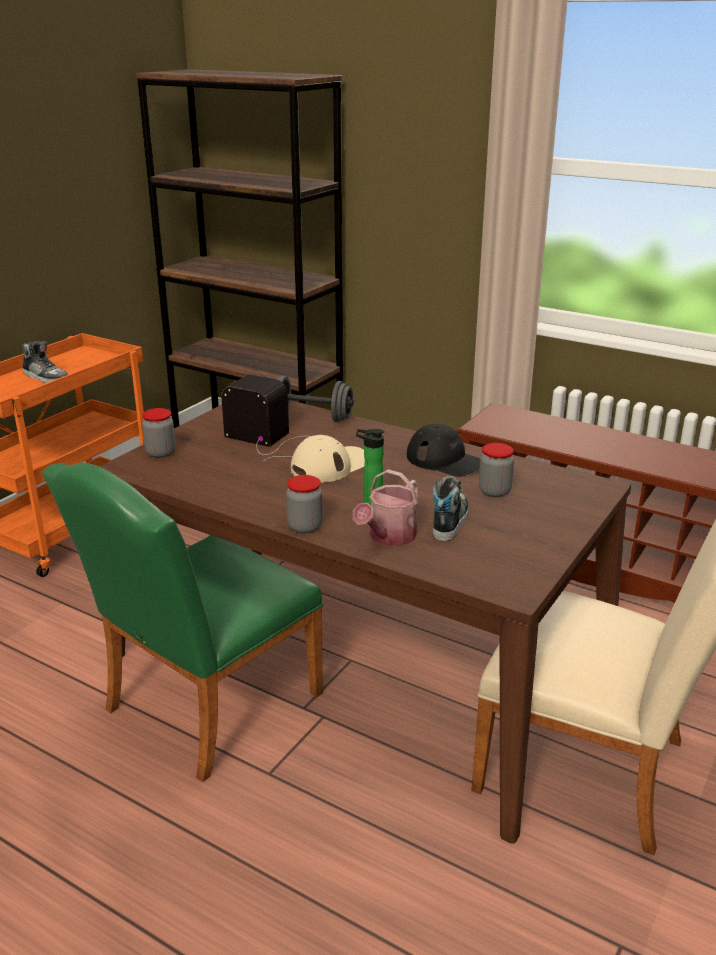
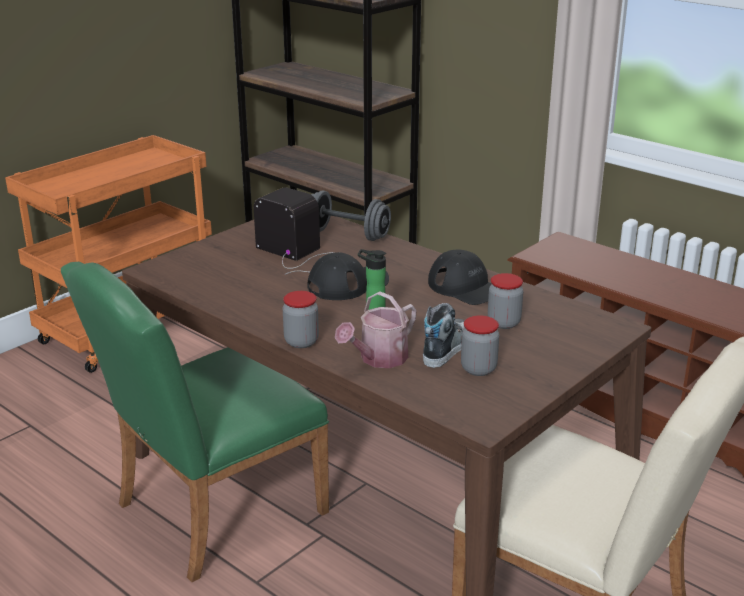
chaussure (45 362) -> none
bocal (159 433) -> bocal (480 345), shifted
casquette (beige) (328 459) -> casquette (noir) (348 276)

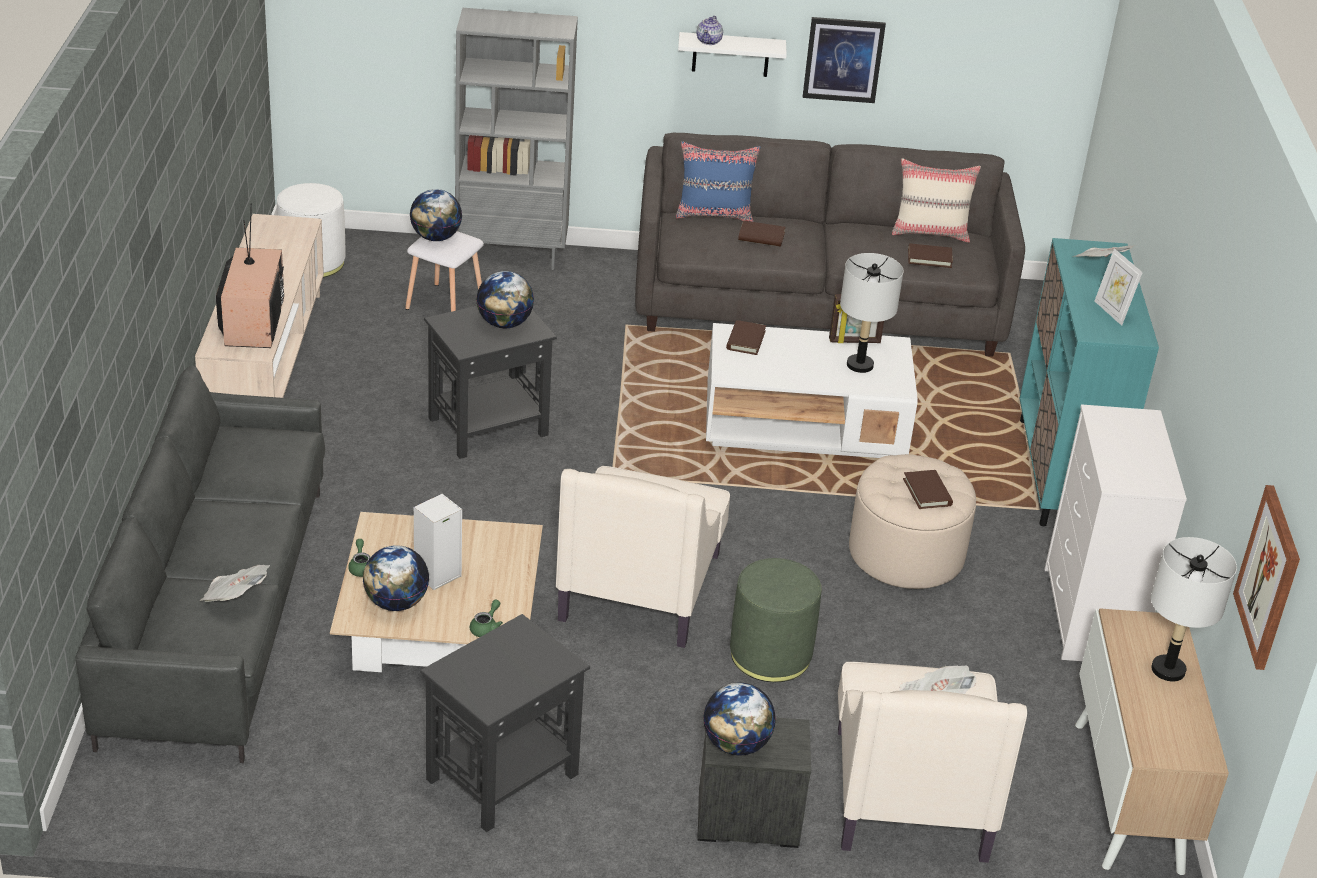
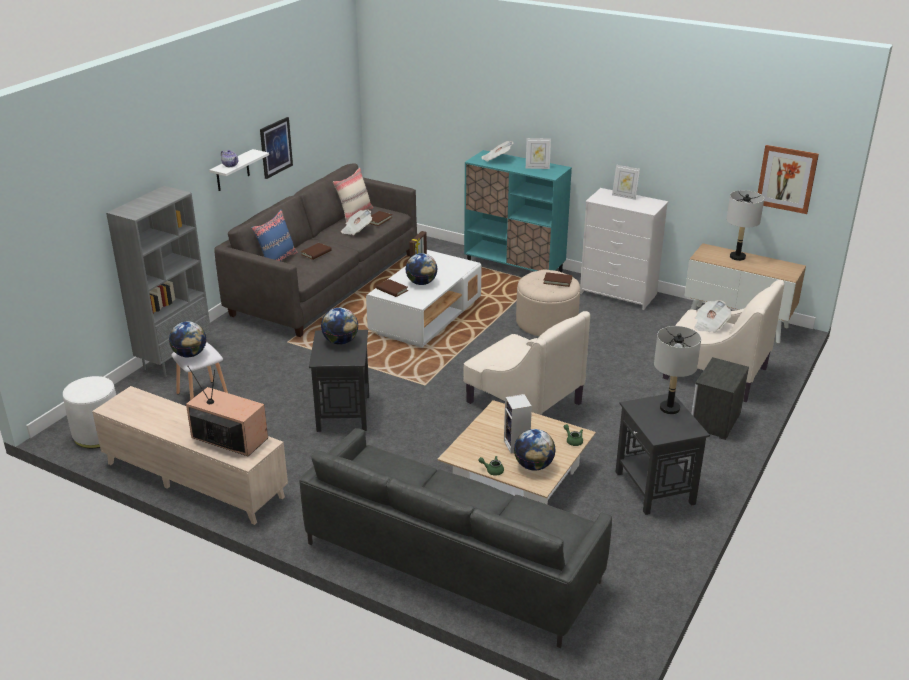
lampe de table (gris) (872 313) -> lampe de table (gris) (677 370), shifted
pouf (vert) (775 620) -> none
journal (235 583) -> journal (356 222), shifted
globe (739 719) -> globe (422 269), shifted
none -> cadre photo (626 182)

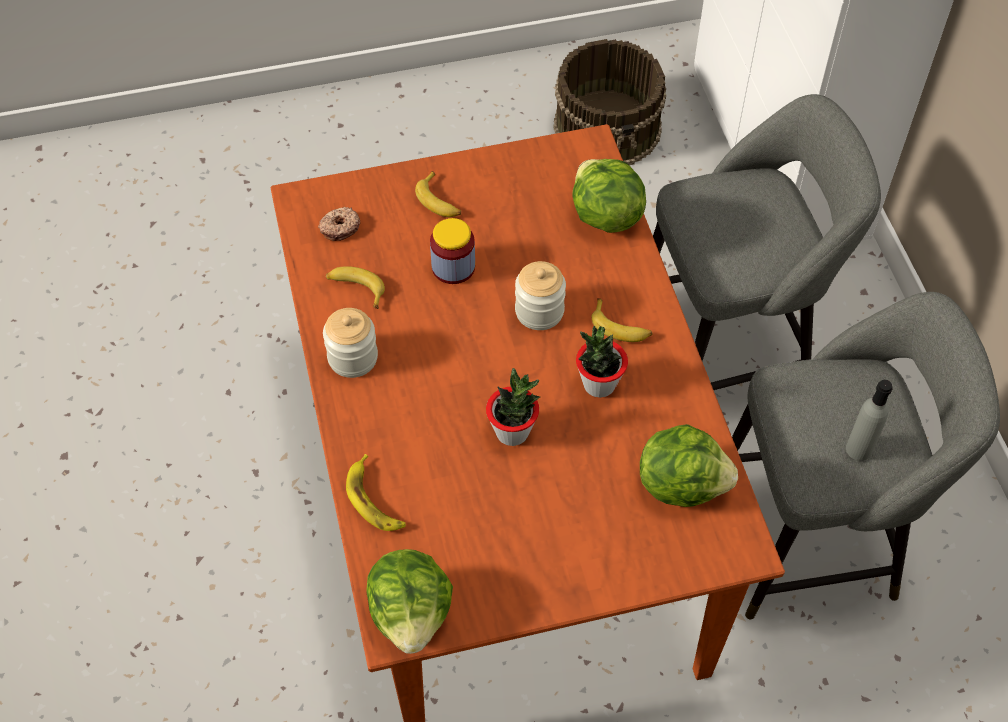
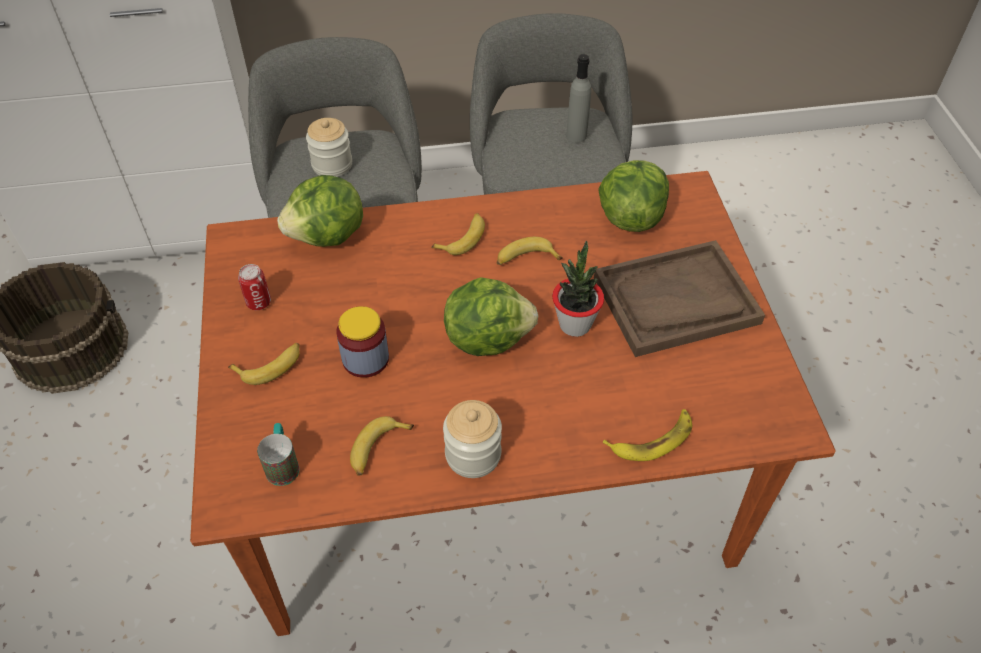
beignet (339 224) -> mug (278 454)
bocal (540 295) -> bocal (329 147), shifted
plante en pot (602 362) -> banane (530 251)
laitue (409 601) -> laitue (491 316), shifted
none -> plateau (marron) (679 298)
none -> boîte métallique (254 287)

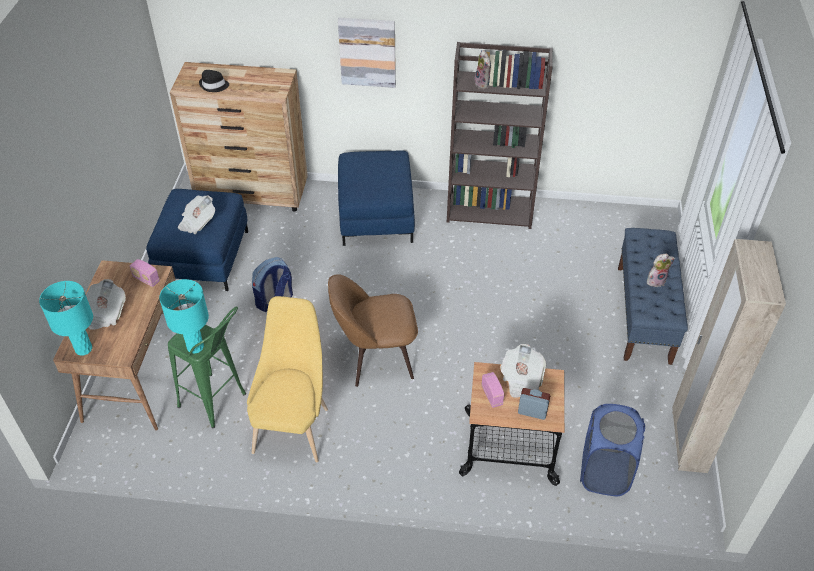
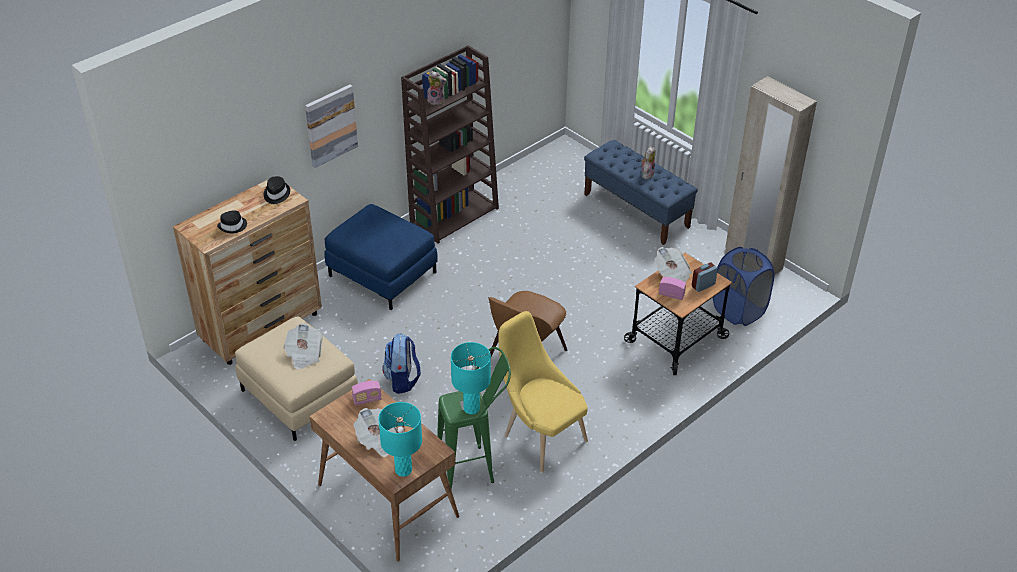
pouf (bleu) (197 240) -> pouf (beige) (296 378)
none -> chapeau (noir) (277 190)

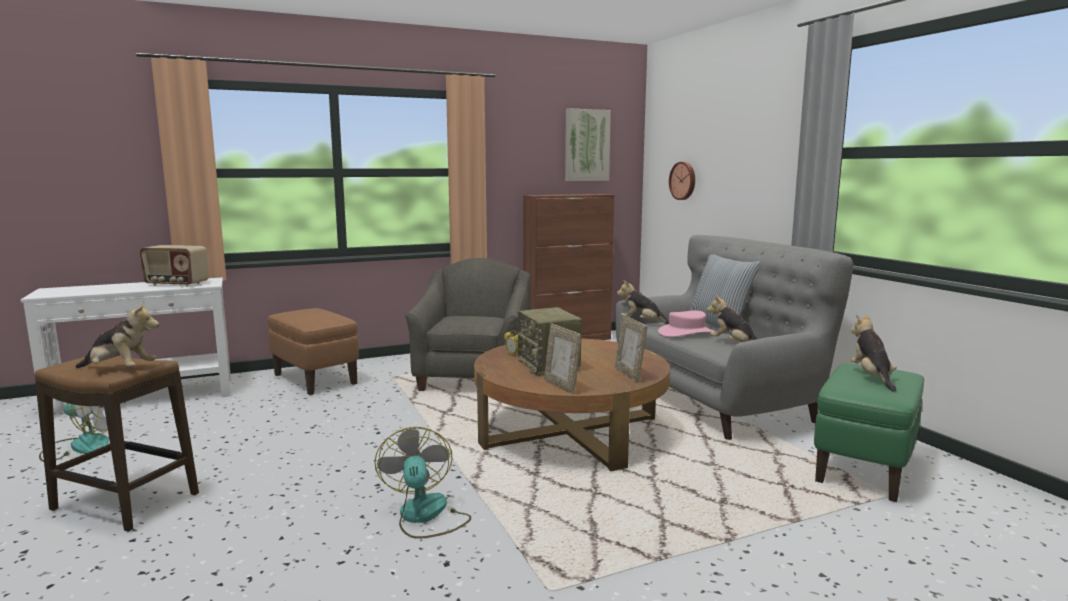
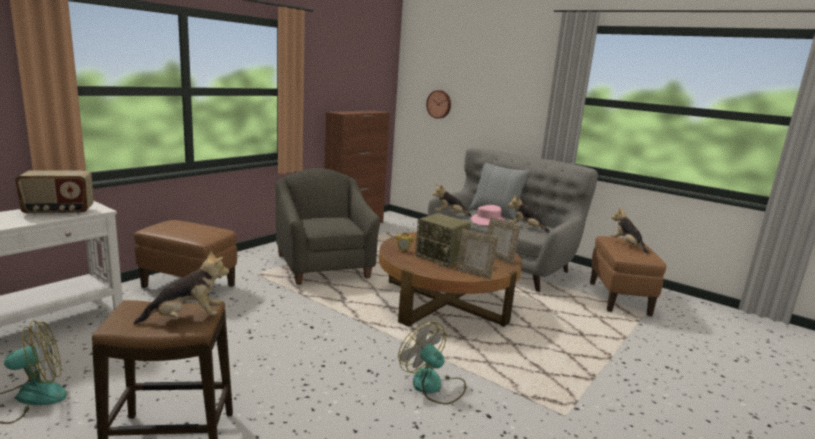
tableau (588 144) -> none
pouf (vert) (869 432) -> pouf (marron) (628 276)

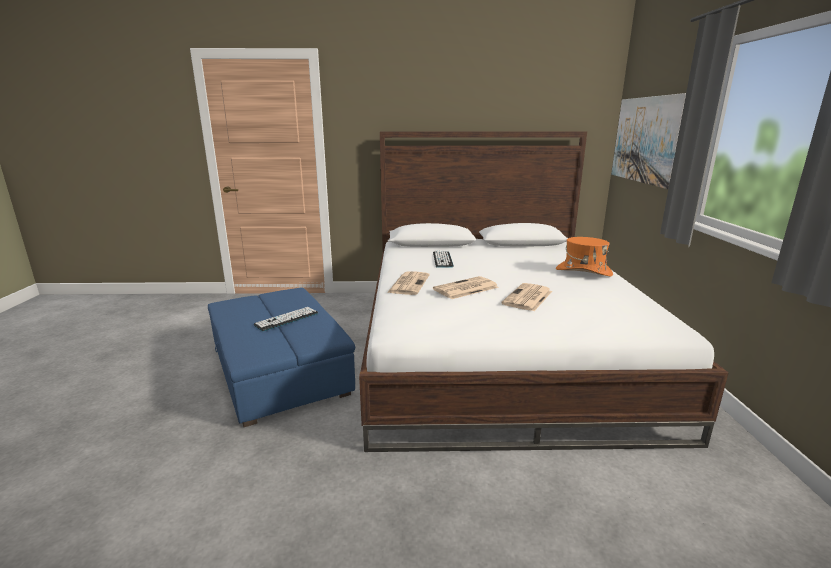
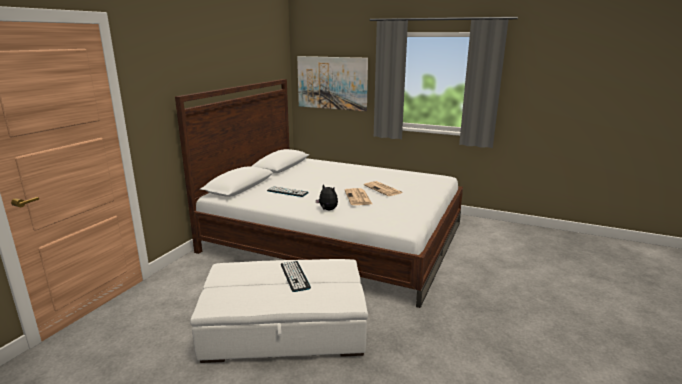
chapeau (orange) (584 256) -> none
journal (408 283) -> peluche (327 197)
pouf (bleu) (281 357) -> pouf (blanc) (279 311)

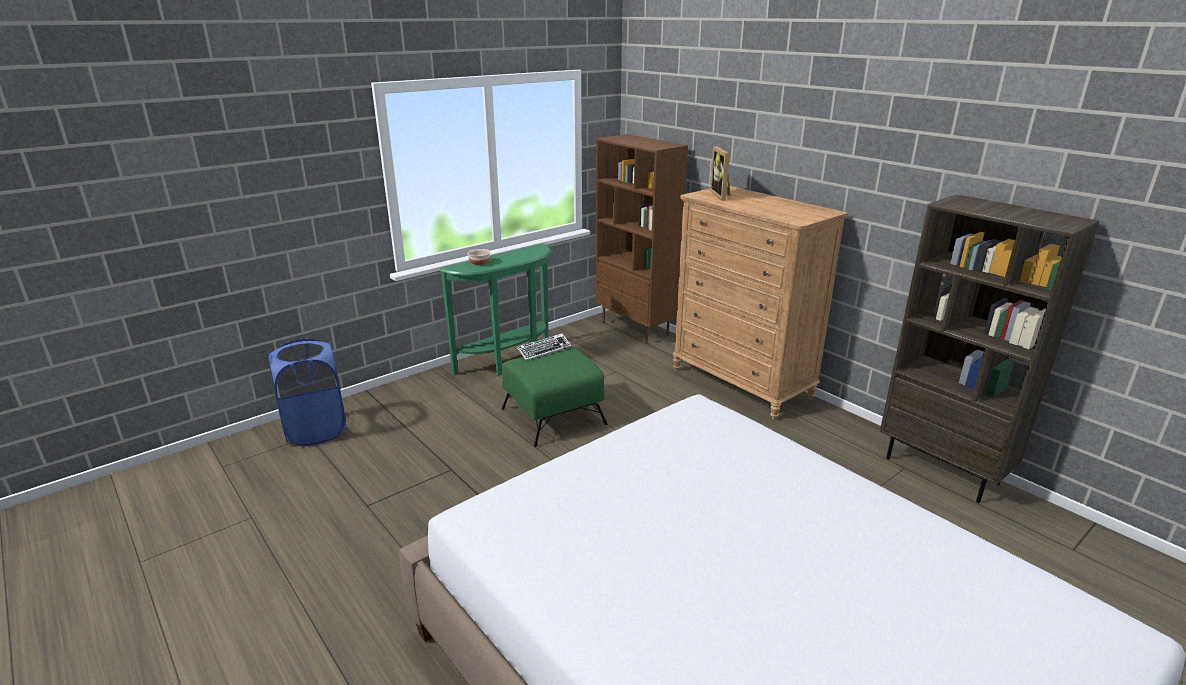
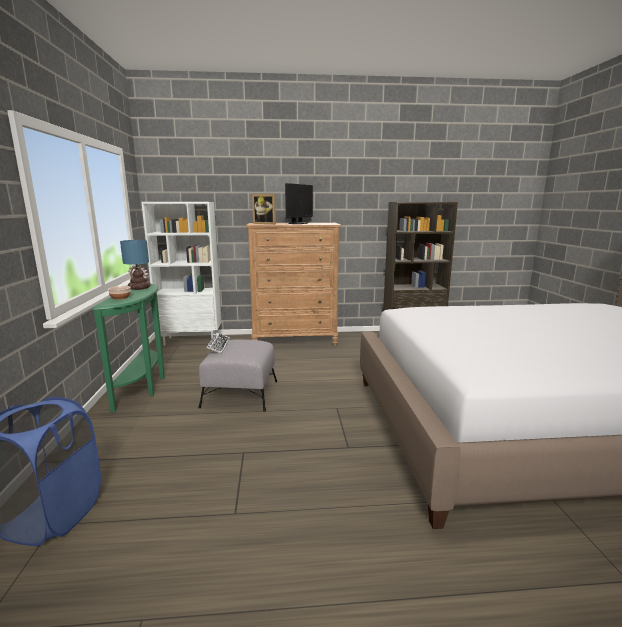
bibliothèque (marron) (642 239) -> bibliothèque (blanc) (181 274)
pouf (vert) (555 397) -> pouf (gris) (238 376)
none -> écran d'ordinateur (299 203)
none -> lampe de table (135 265)

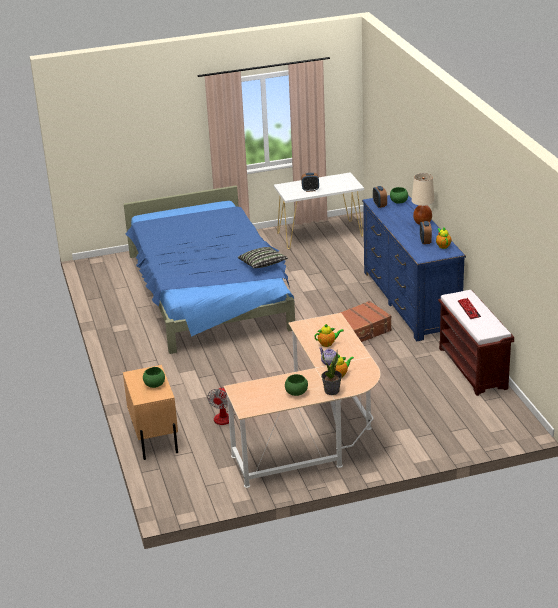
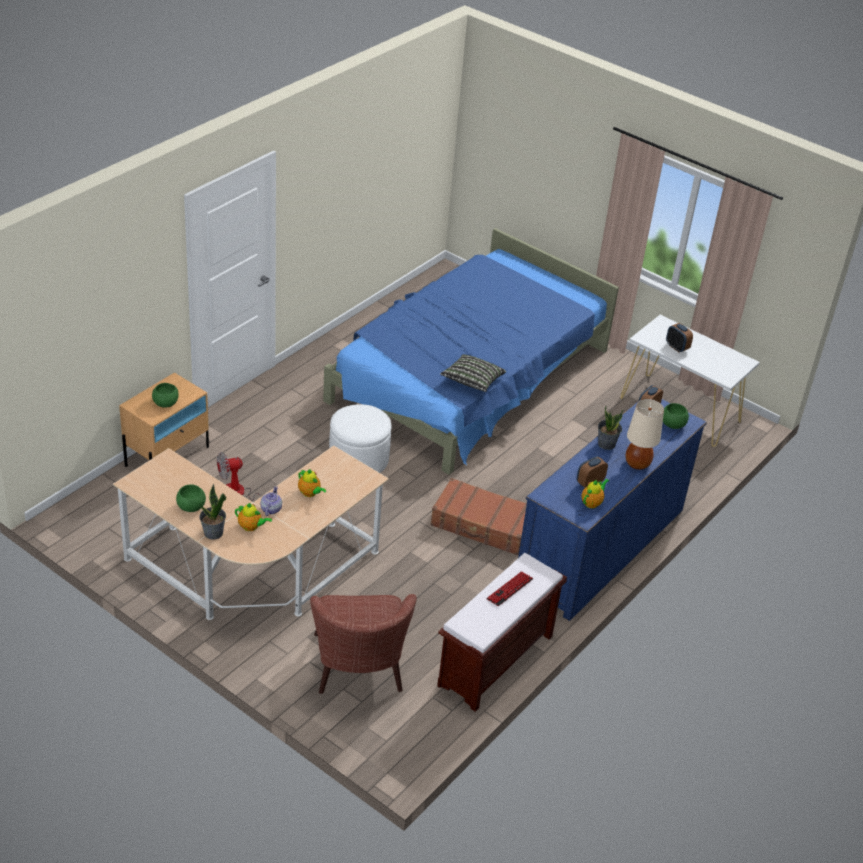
none -> pouf (blanc) (360 438)
none -> plante en pot (610 427)
none -> fauteuil (marron) (363 644)

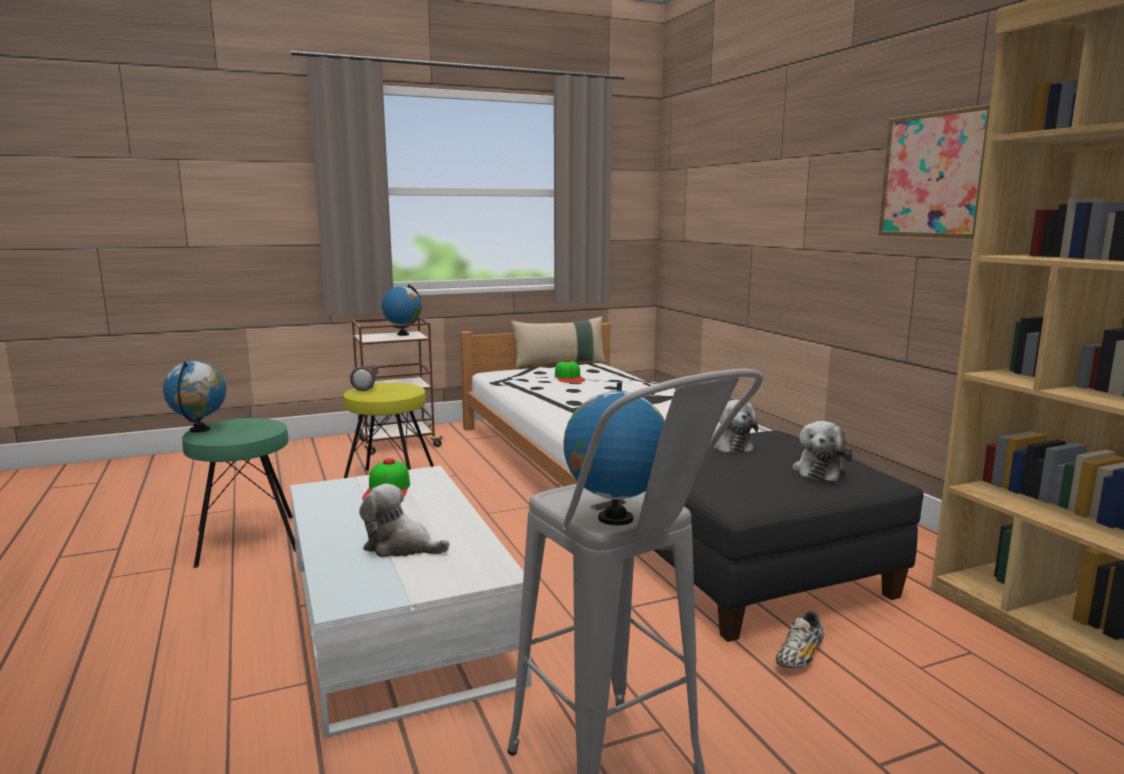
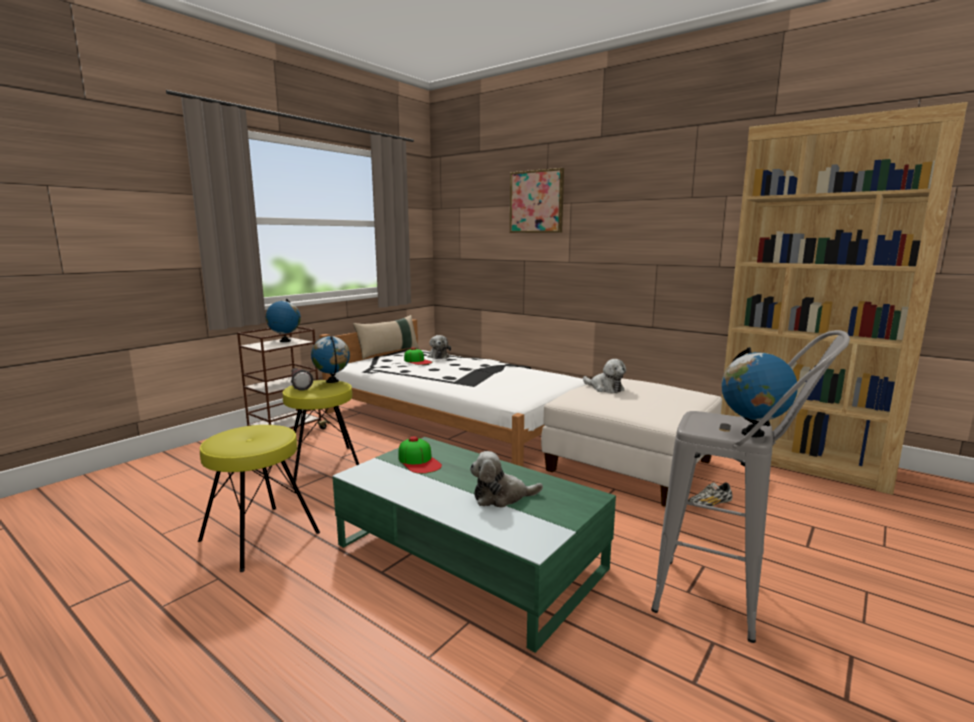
tableau (934 171) -> tableau (537 200), shifted
globe (194 396) -> globe (330 359), shifted
tabouret (vert) (239 493) -> tabouret (jaune) (259 498)
peluche (823 451) -> peluche (439 347), shifted
pouf (noir) (789 536) -> pouf (blanc) (631 442)
table basse (blanc) (410 602) -> table basse (vert) (474 545)
chaussure (800 639) -> chaussure (710 494), 60 degrees clockwise

